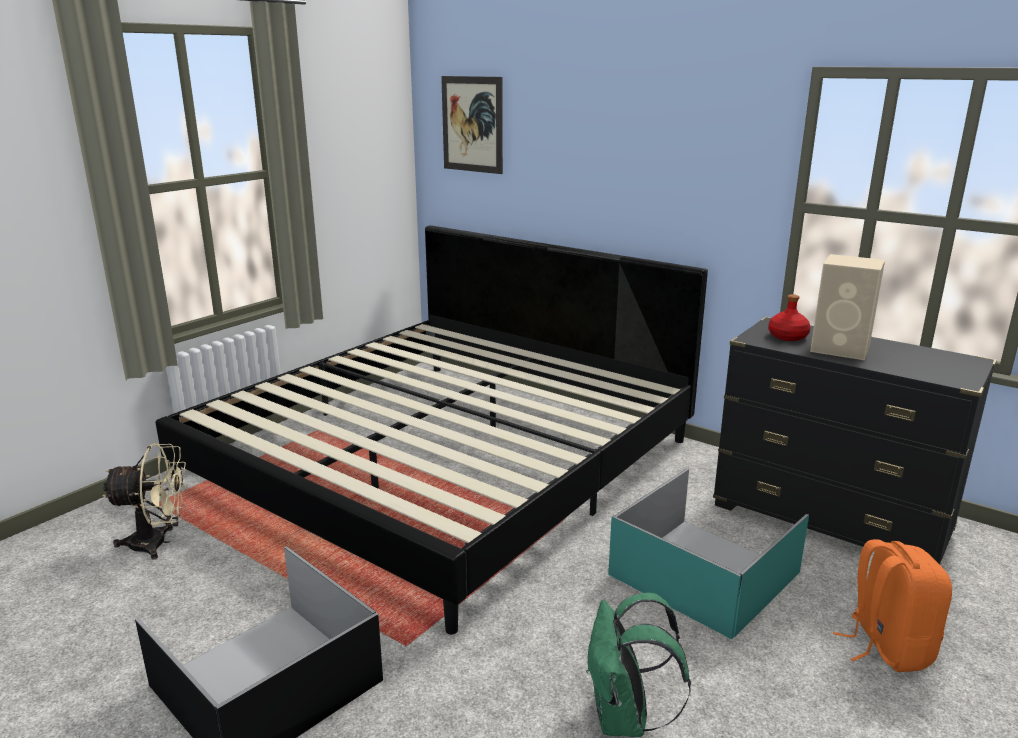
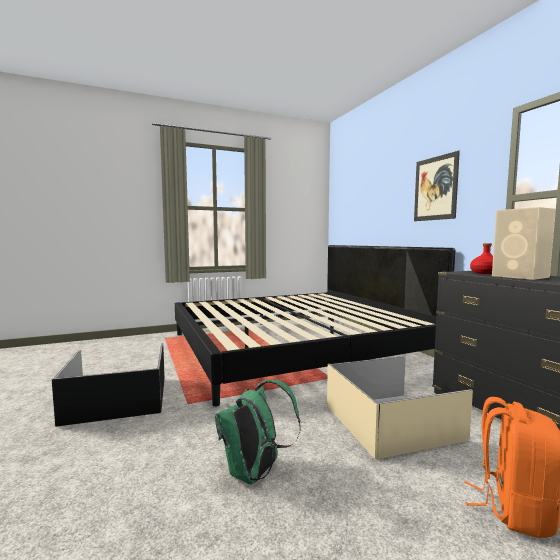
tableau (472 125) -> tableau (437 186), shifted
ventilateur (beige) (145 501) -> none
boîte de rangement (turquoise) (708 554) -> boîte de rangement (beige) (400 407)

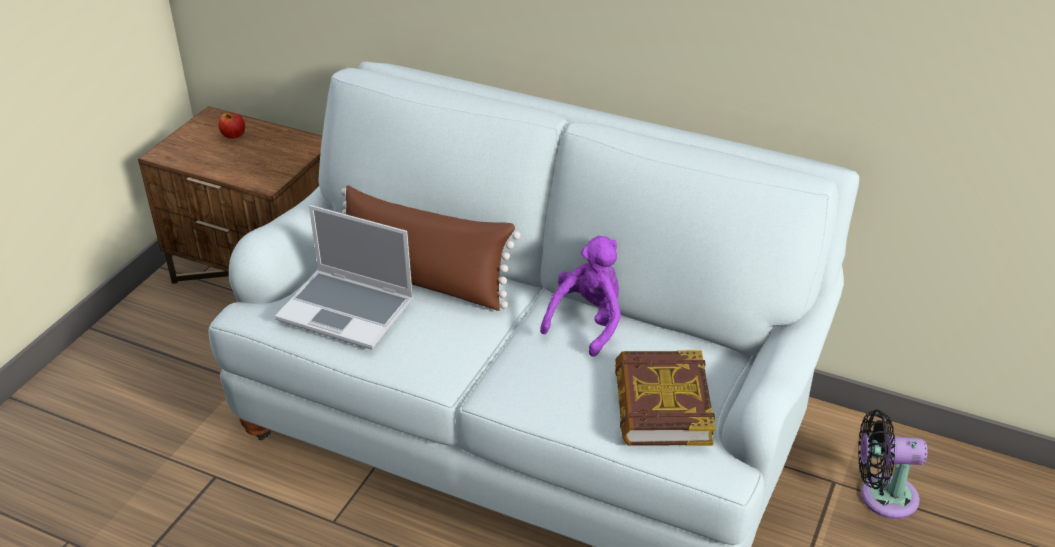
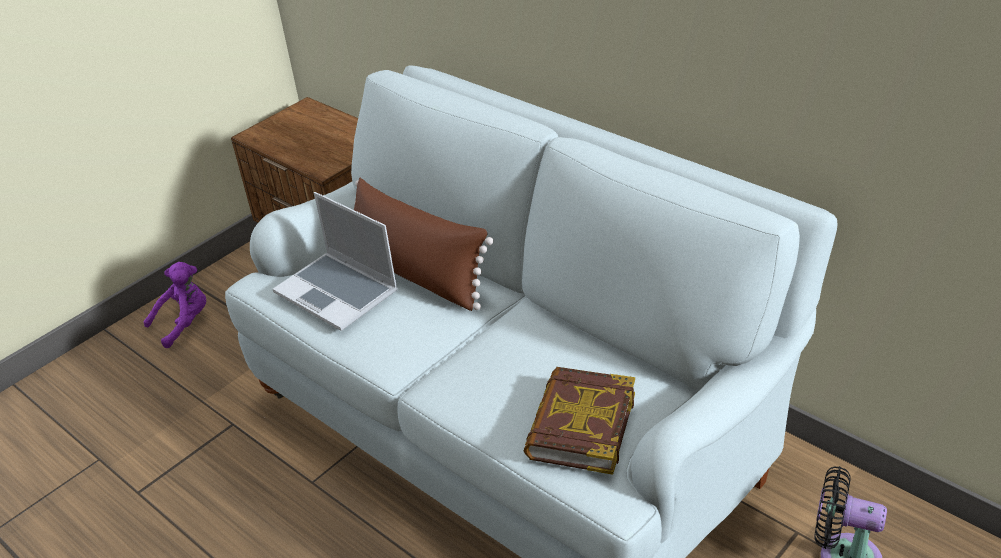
pomme (231 126) -> none
peluche (violet) (580 296) -> peluche (violet) (175 305), shifted

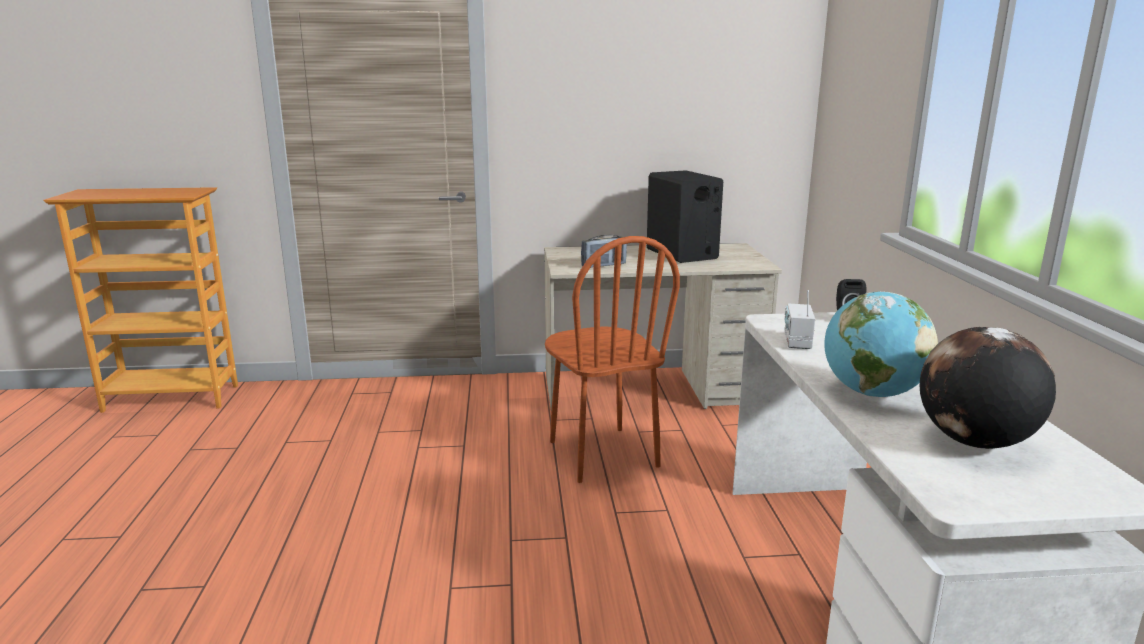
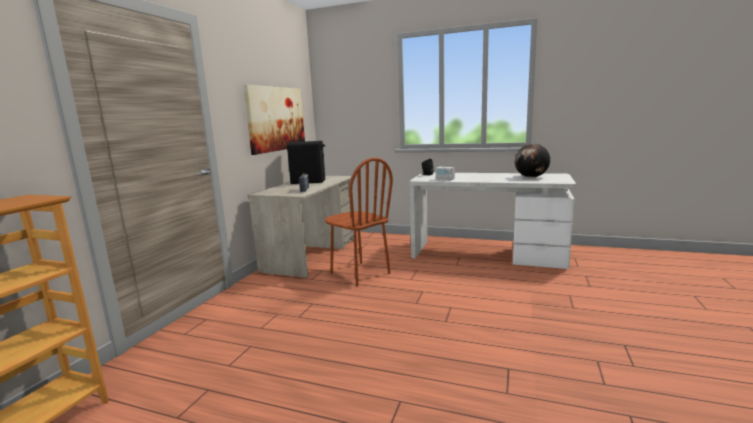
chaise (marron) (612 359) -> chaise (marron) (359 222), 45 degrees clockwise
globe (881 344) -> none
none -> tableau (274 120)

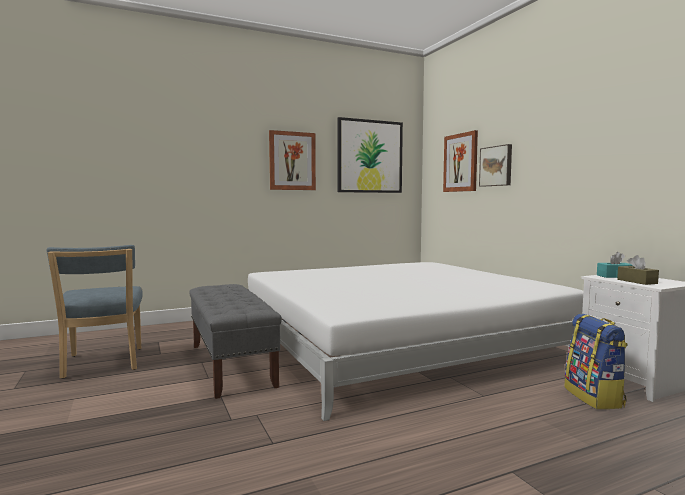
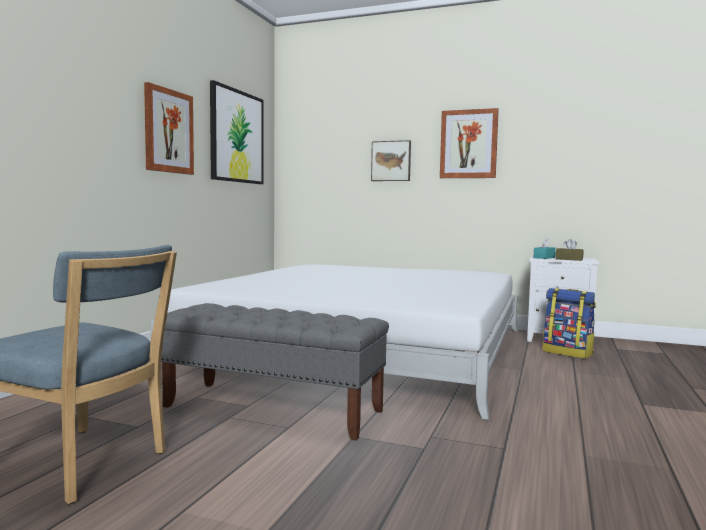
tableau (460 161) -> tableau (469 143), shifted

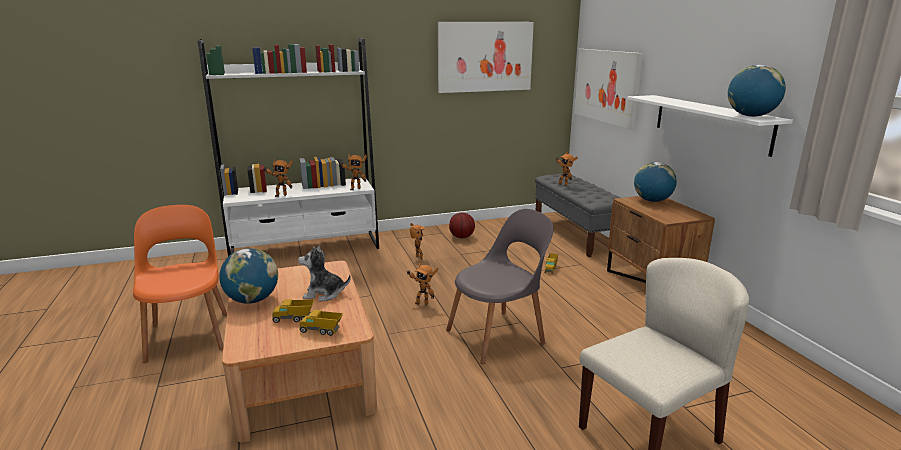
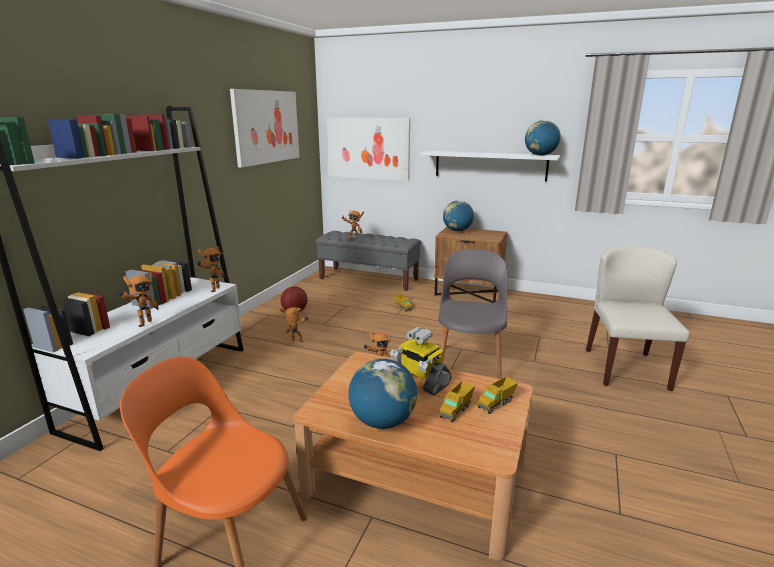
peluche (324 273) -> robot jouet (420 361)

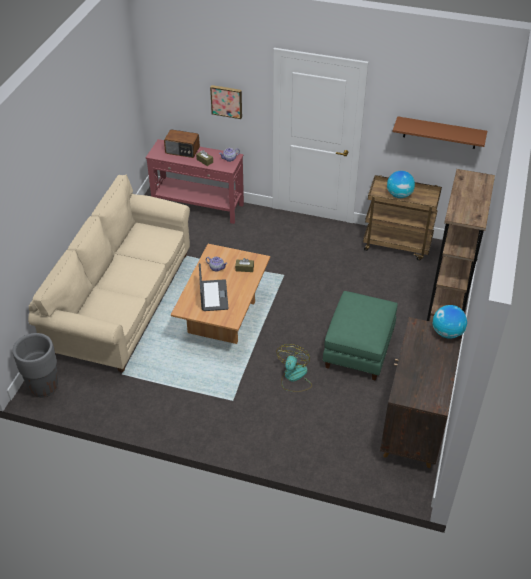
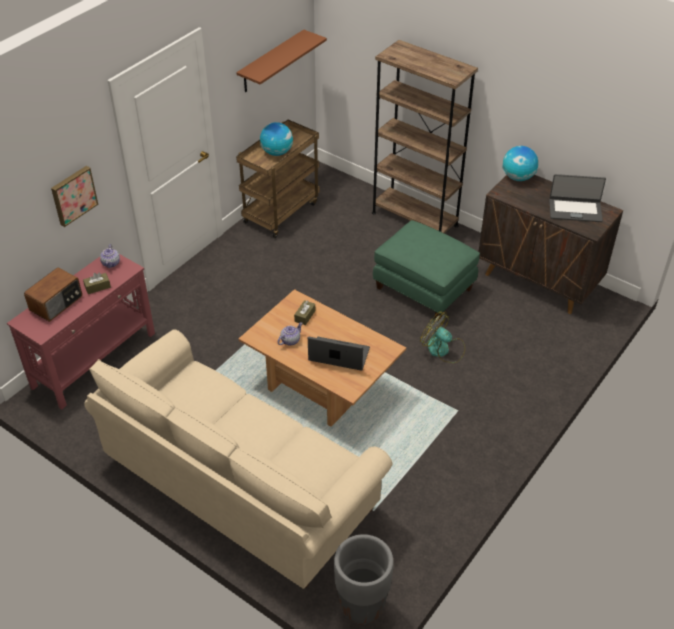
none -> ordinateur portable (577 198)

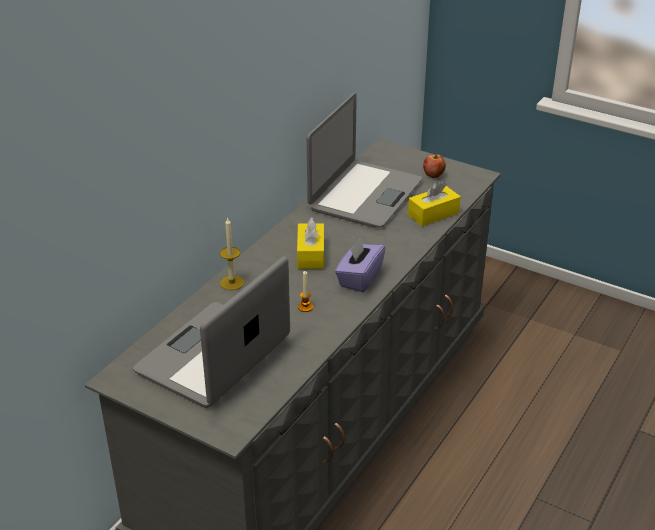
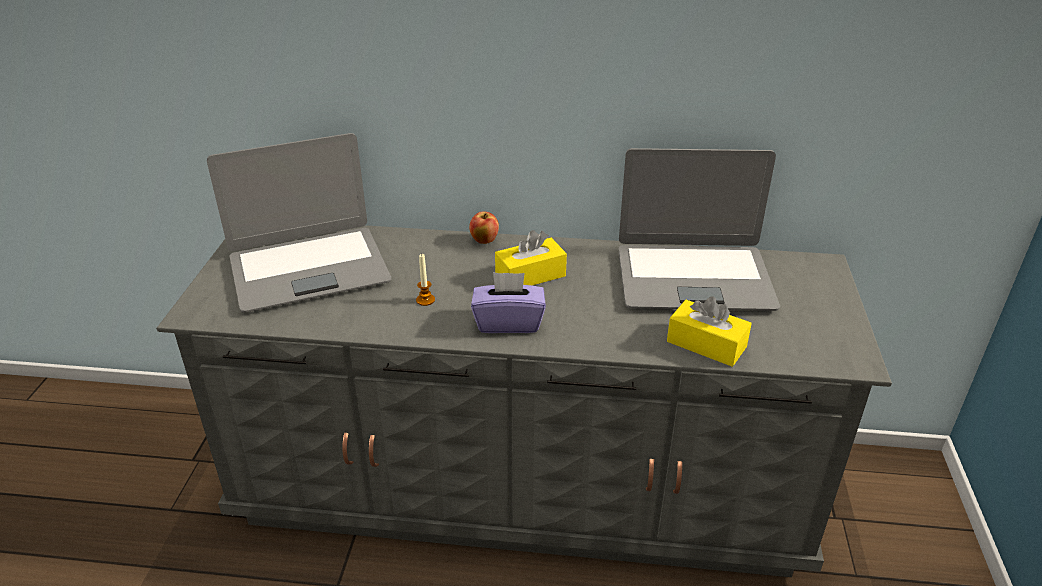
pomme (434 166) -> pomme (484 227), shifted
bougie (232 253) -> none
ordinateur portable (211 332) -> ordinateur portable (299 223), 150 degrees clockwise

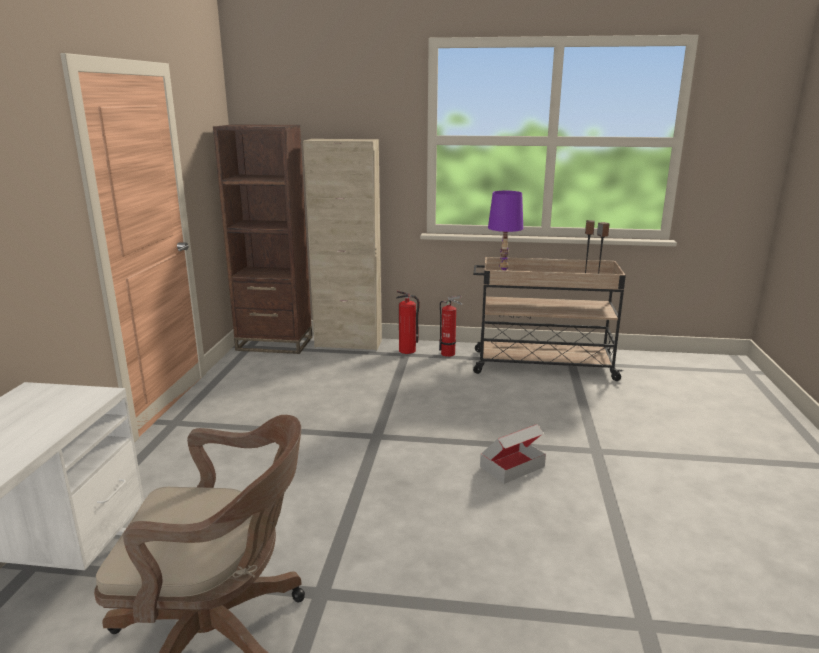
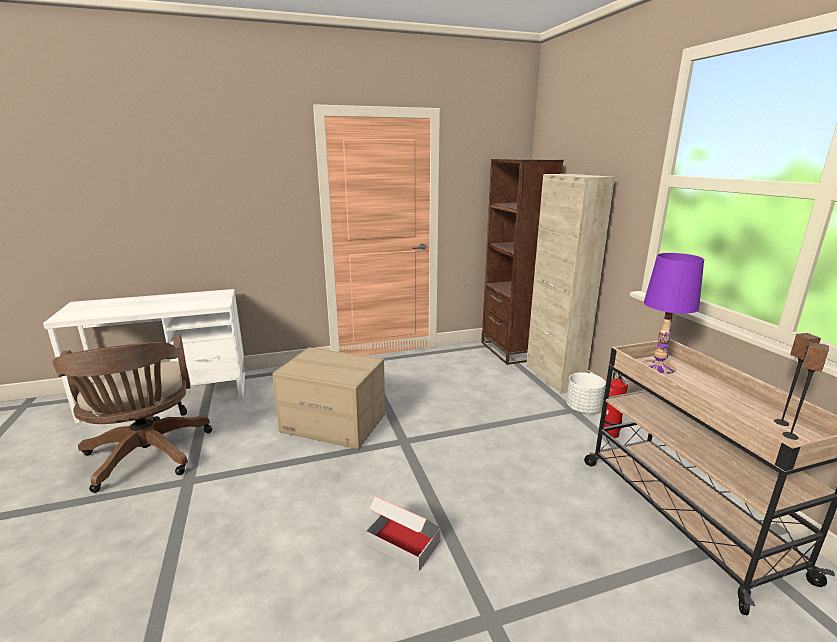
extincteur (408 322) -> cache-pot (blanc) (586 392)
none -> carton (328 398)

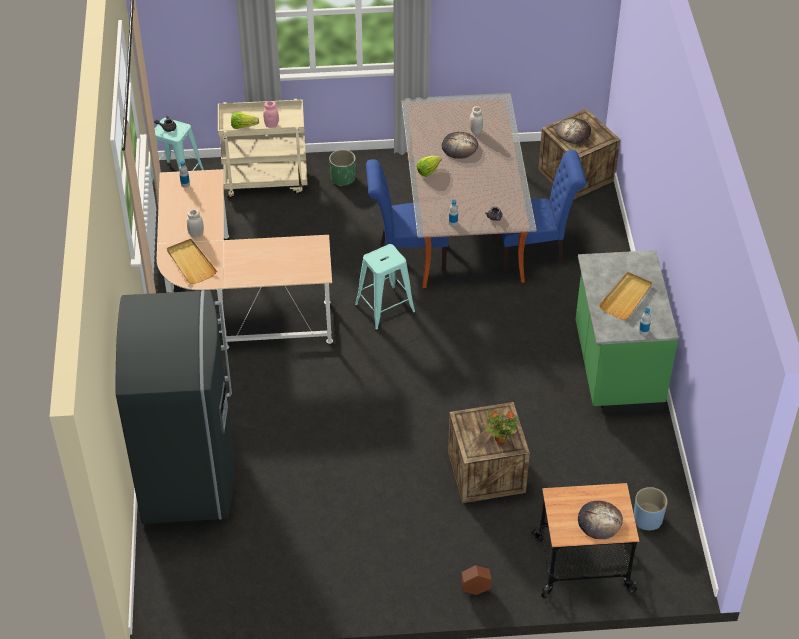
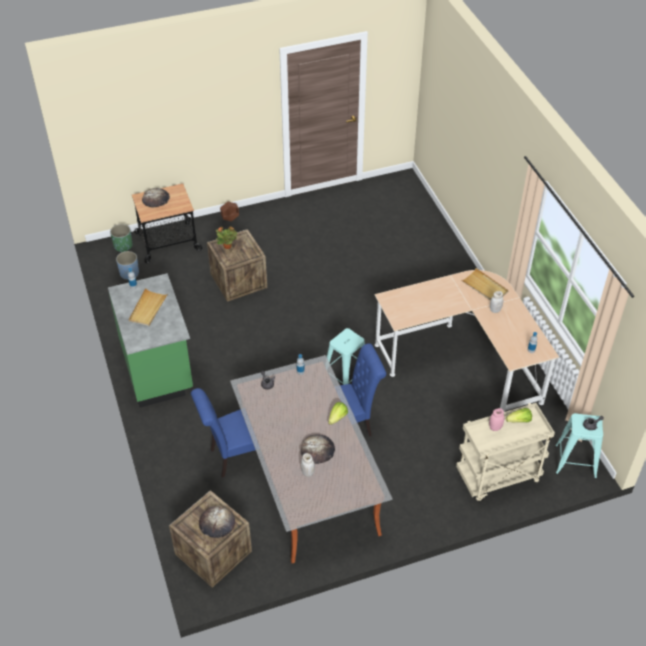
cache-pot (vert) (342 168) -> cache-pot (vert) (121 238), shifted
réfrigérateur (gris) (175 407) -> none

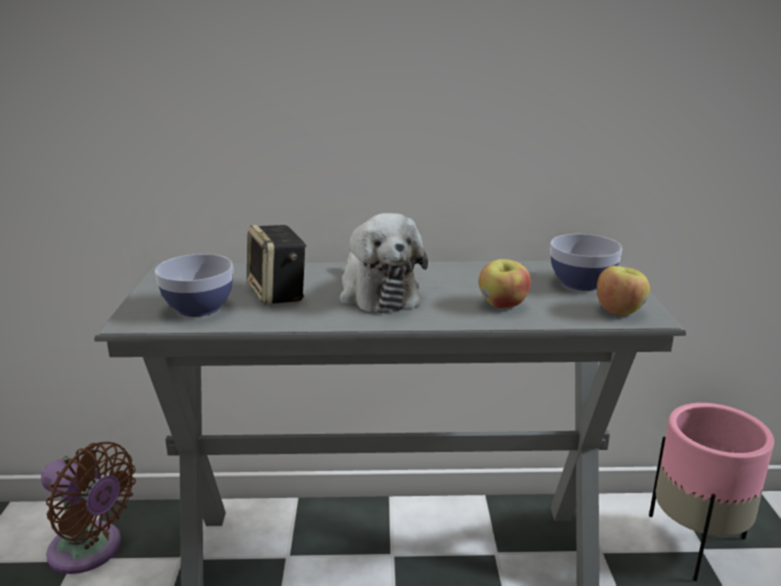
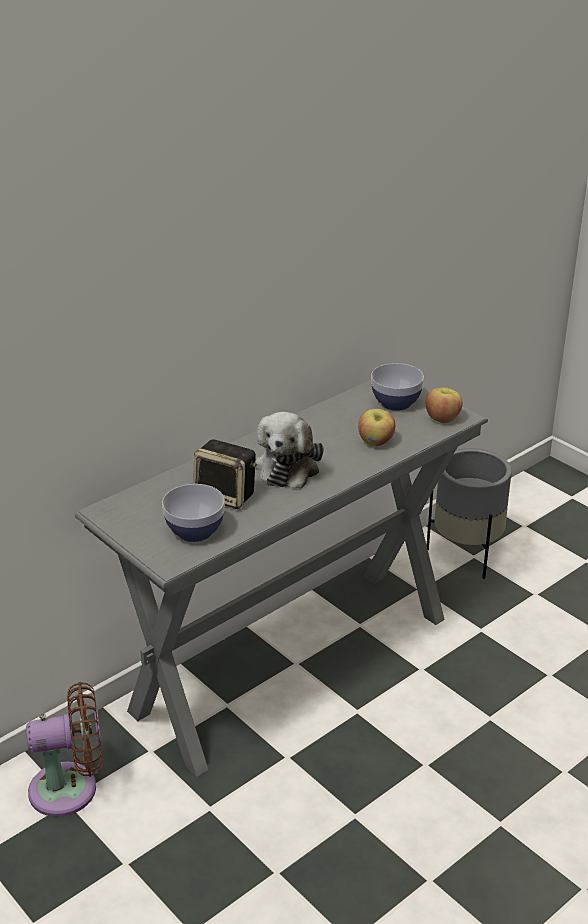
peluche (384 263) -> peluche (289 450), 75 degrees clockwise
cache-pot (rose) (711 492) -> cache-pot (gris) (469 513)

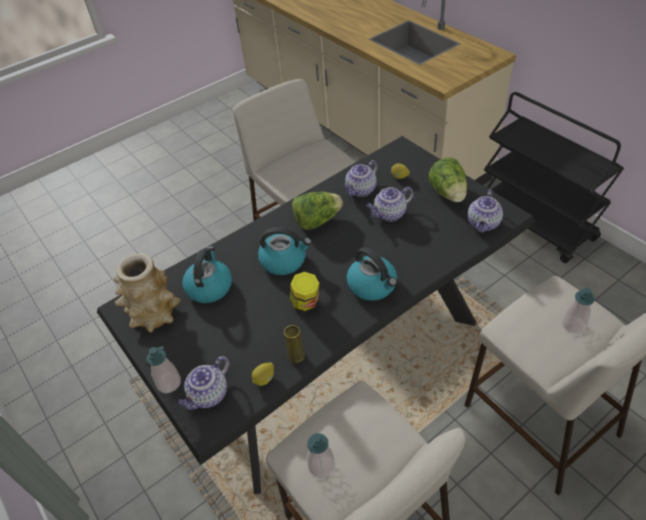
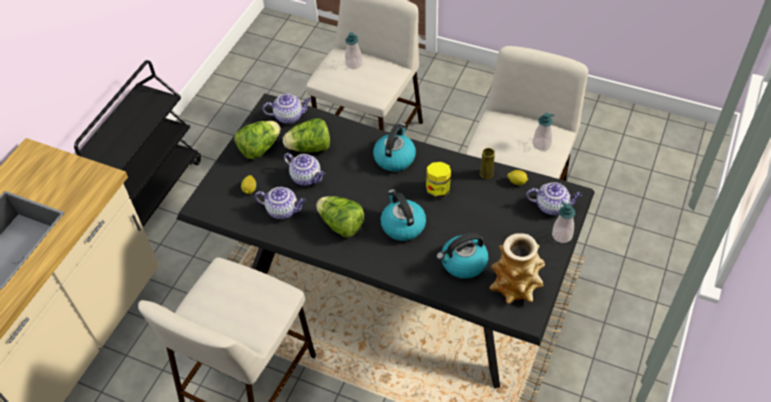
none -> laitue (306 135)

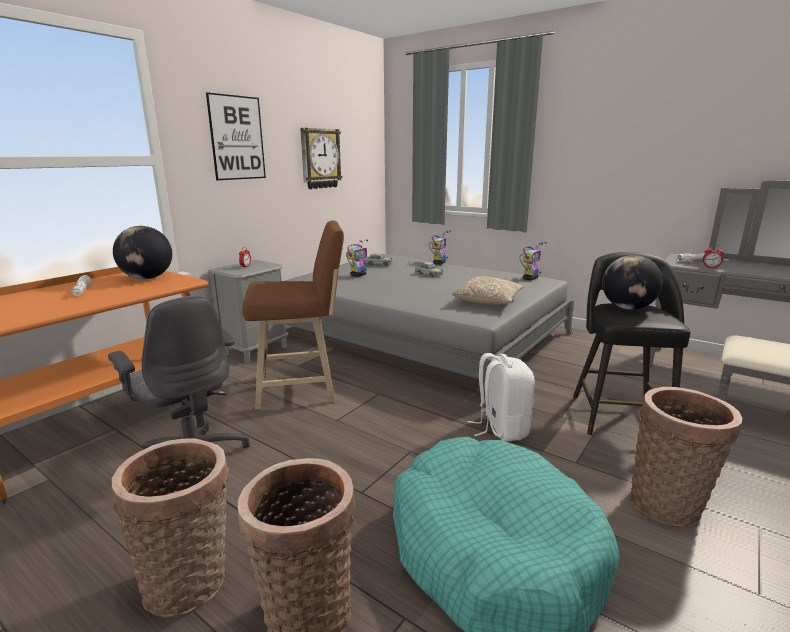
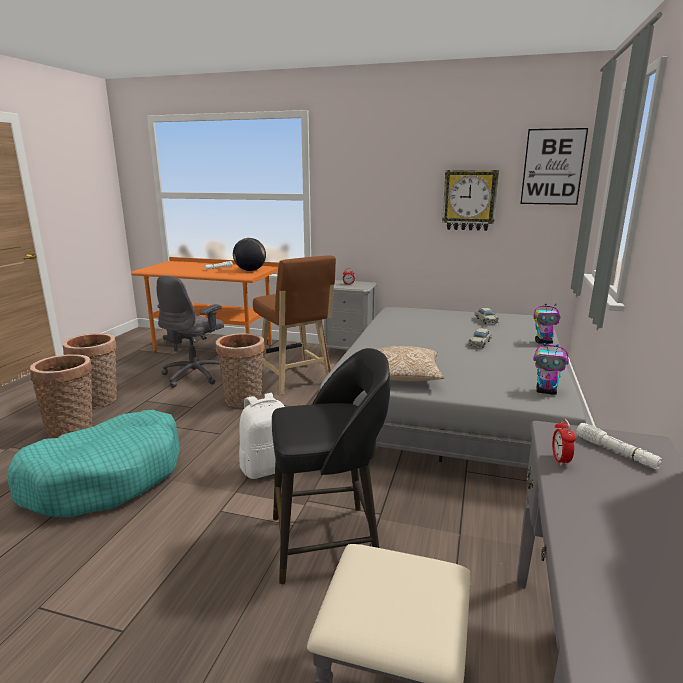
tableau (236 136) -> tableau (554 166), shifted
robot jouet (357 258) -> none
globe (632 282) -> none
panier (686 457) -> panier (240 370), shifted

